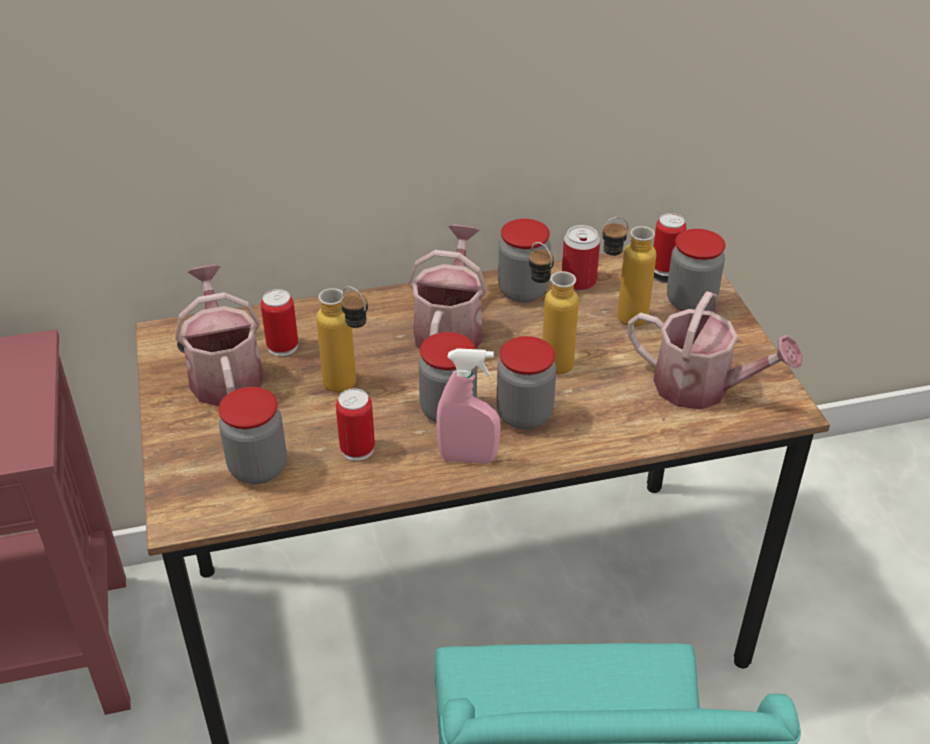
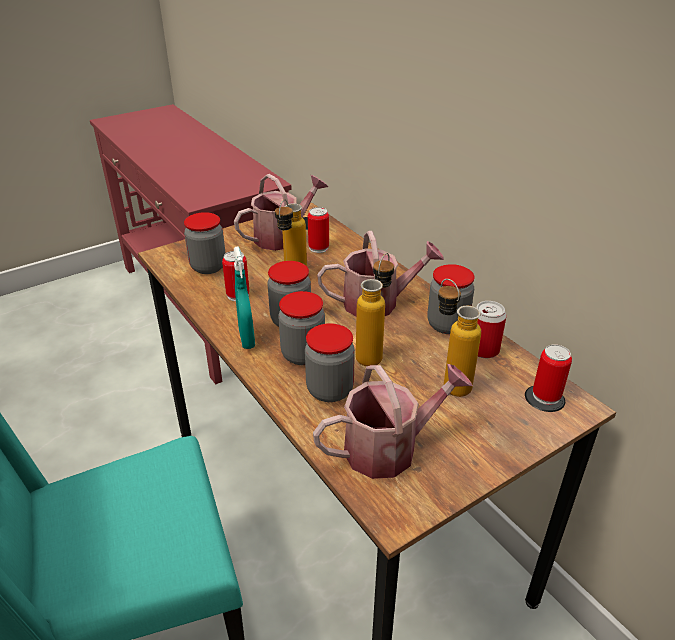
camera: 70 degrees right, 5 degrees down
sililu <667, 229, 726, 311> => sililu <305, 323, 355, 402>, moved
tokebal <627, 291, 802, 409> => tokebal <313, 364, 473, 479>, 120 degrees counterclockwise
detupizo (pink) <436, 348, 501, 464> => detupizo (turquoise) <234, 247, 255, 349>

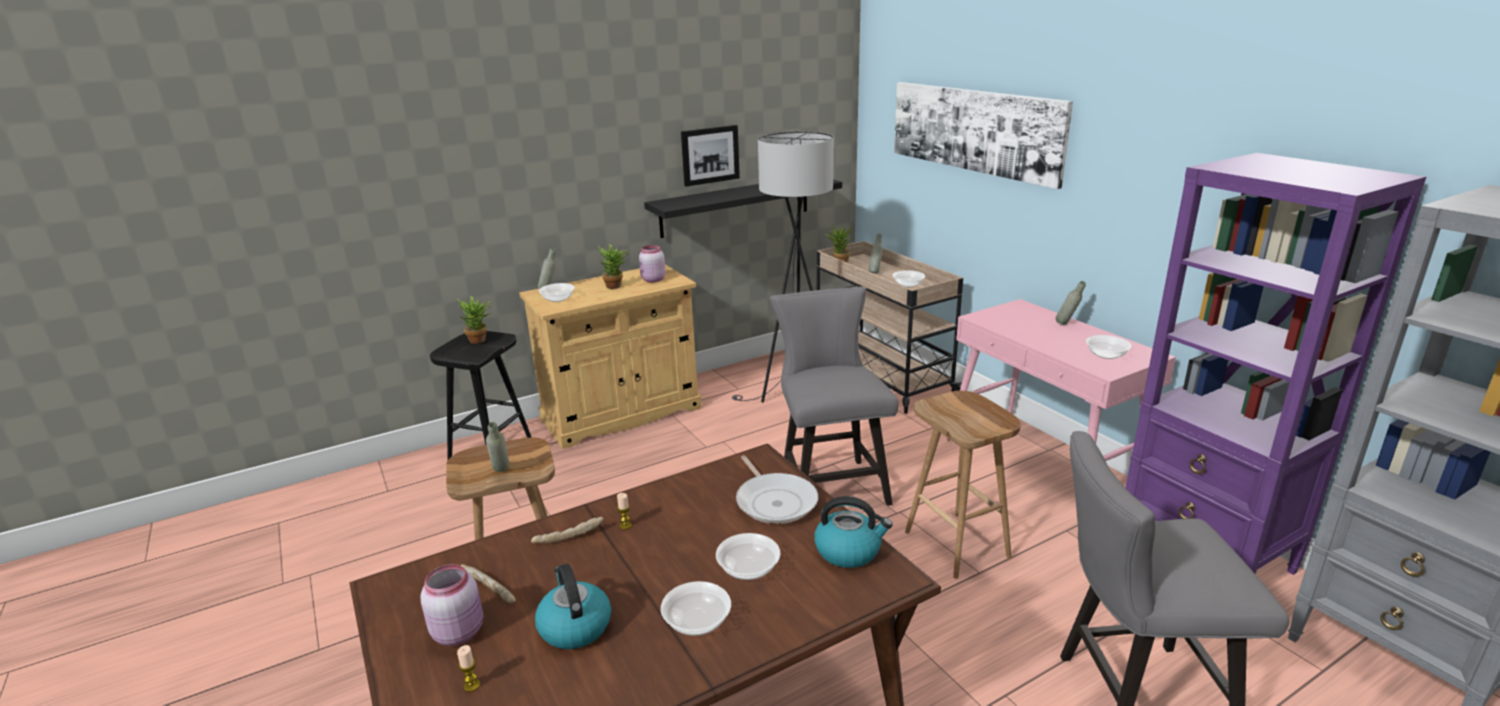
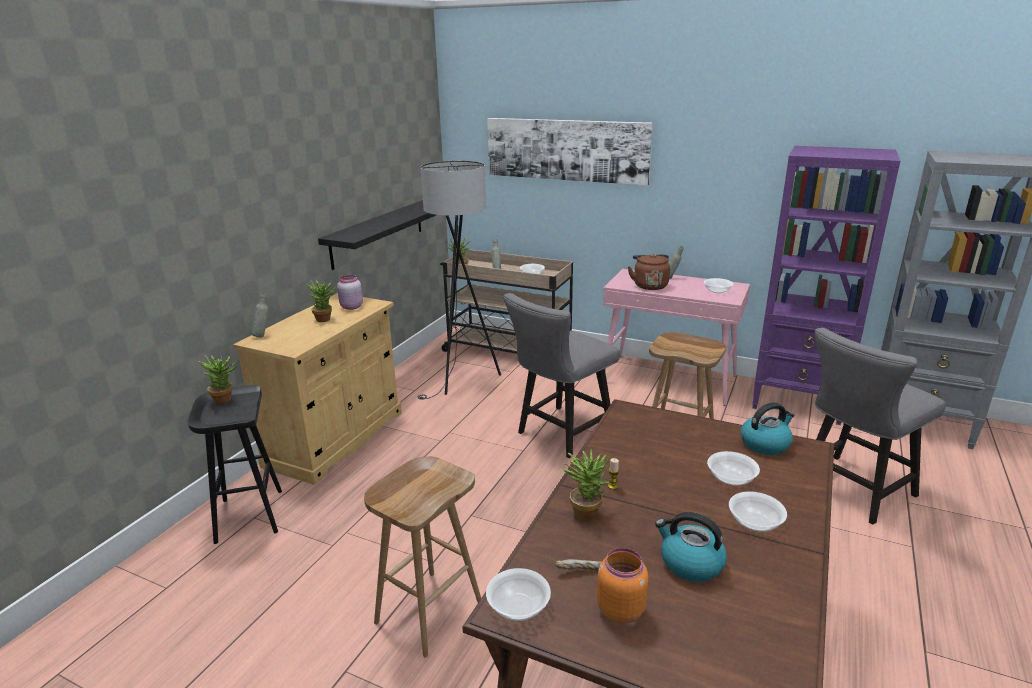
camera: 35 degrees left, 0 degrees up
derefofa <681, 125, 740, 187> => nothing
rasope <539, 283, 575, 302> => rasope <486, 568, 551, 621>, moved
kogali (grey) <770, 287, 899, 506> => kogali (grey) <503, 293, 620, 458>, 90 degrees counterclockwise
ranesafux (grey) <486, 422, 509, 472> => nothing
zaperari <736, 456, 818, 524> => nothing
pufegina <531, 517, 604, 544> => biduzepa <562, 449, 610, 521>
sililu (pink) <420, 564, 483, 646> => sililu (orange) <597, 548, 649, 624>
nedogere <457, 645, 480, 692> => nothing
nothing => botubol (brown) <628, 254, 670, 290>

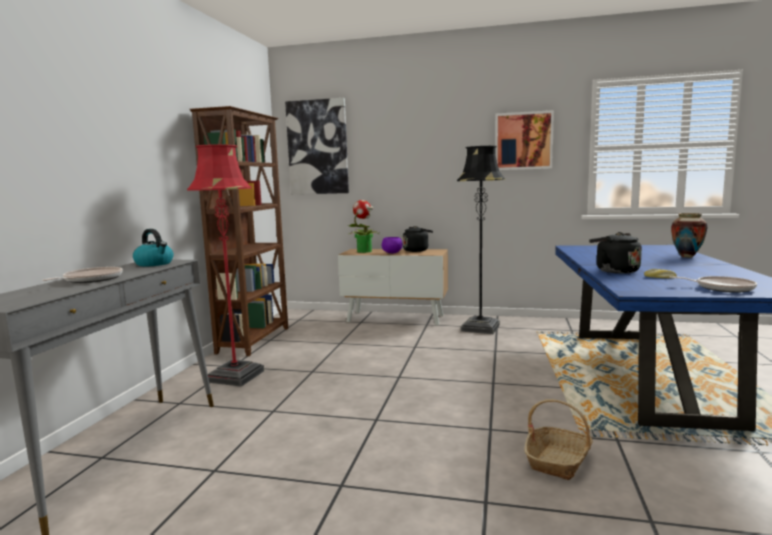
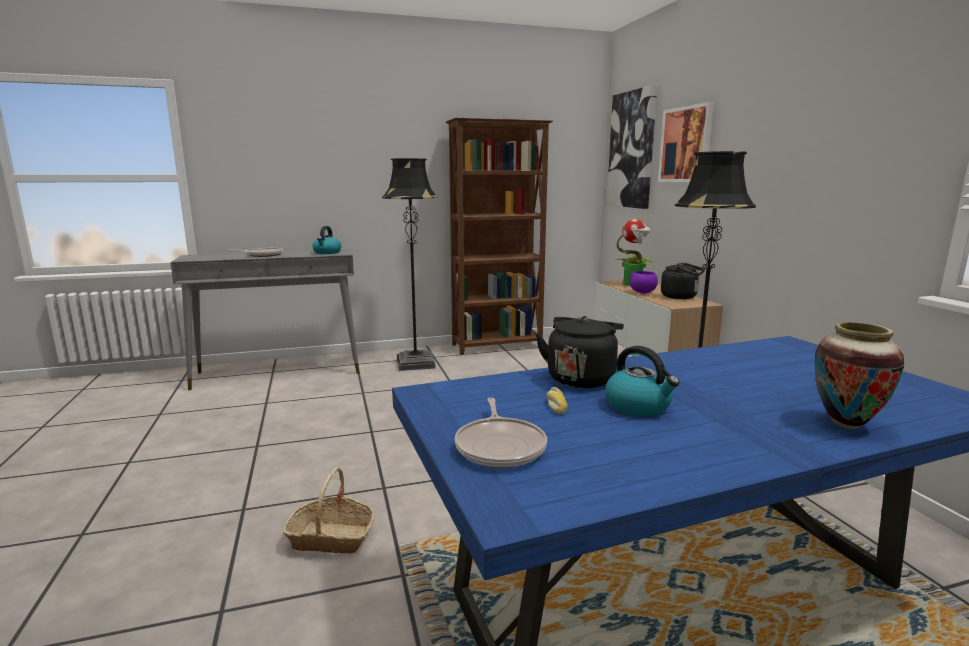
camera: 60 degrees right, 5 degrees up
derefofa <495, 110, 554, 170> => derefofa <658, 102, 714, 182>, moved
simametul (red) <187, 144, 264, 387> => simametul (black) <382, 158, 438, 371>
nothing => botubol <605, 346, 680, 416>

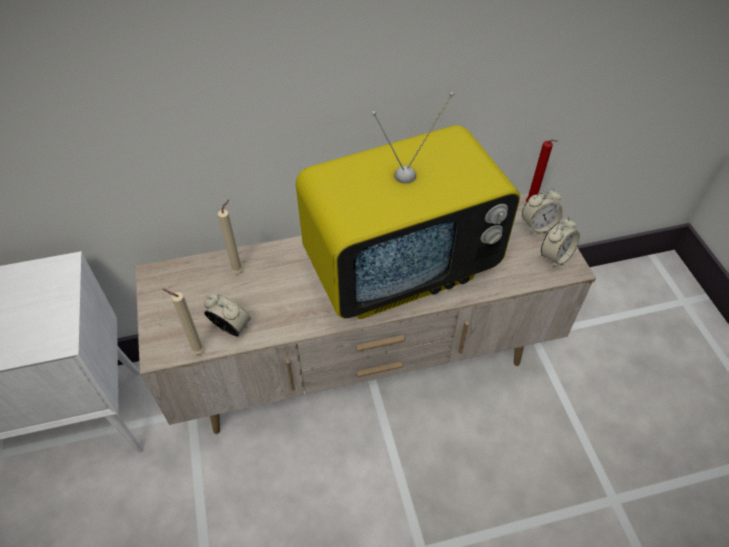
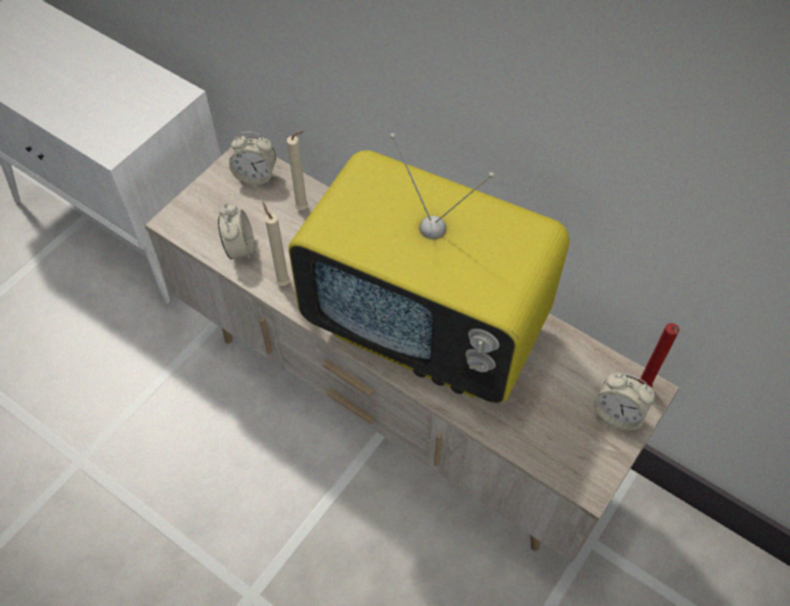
camera: 50 degrees right, 5 degrees up
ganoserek <541, 217, 580, 268> => ganoserek <229, 132, 276, 185>, moved
nedogere (beige) <162, 289, 204, 354> => nedogere (beige) <263, 202, 290, 286>, moved

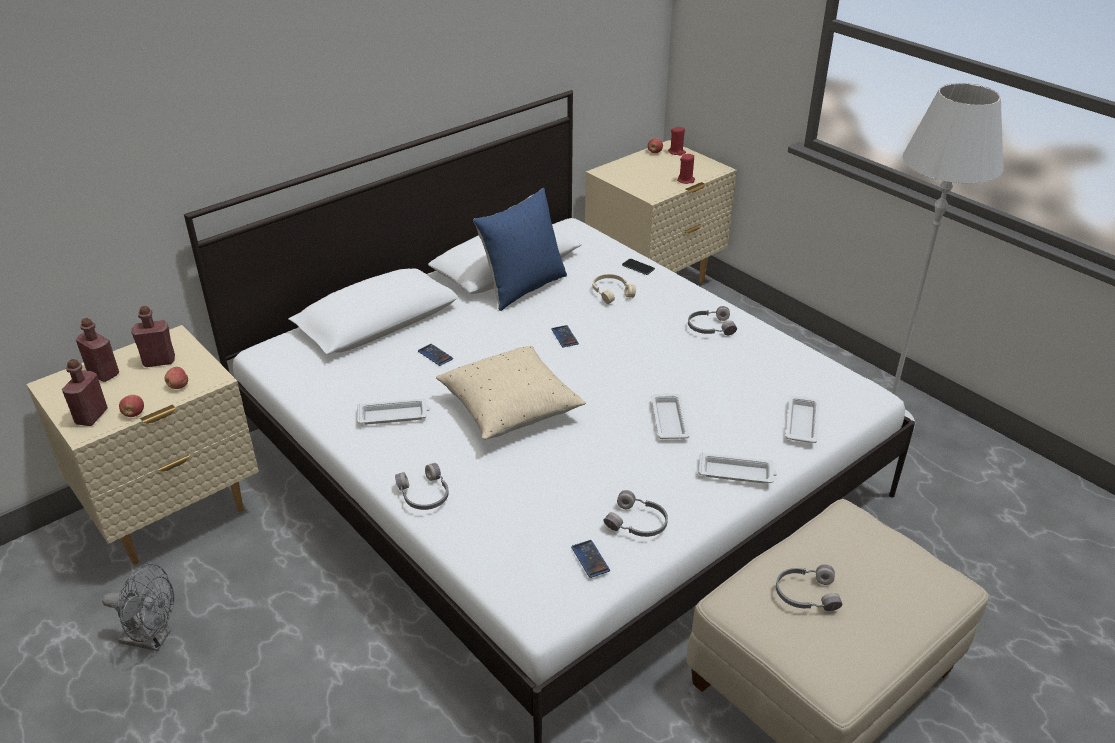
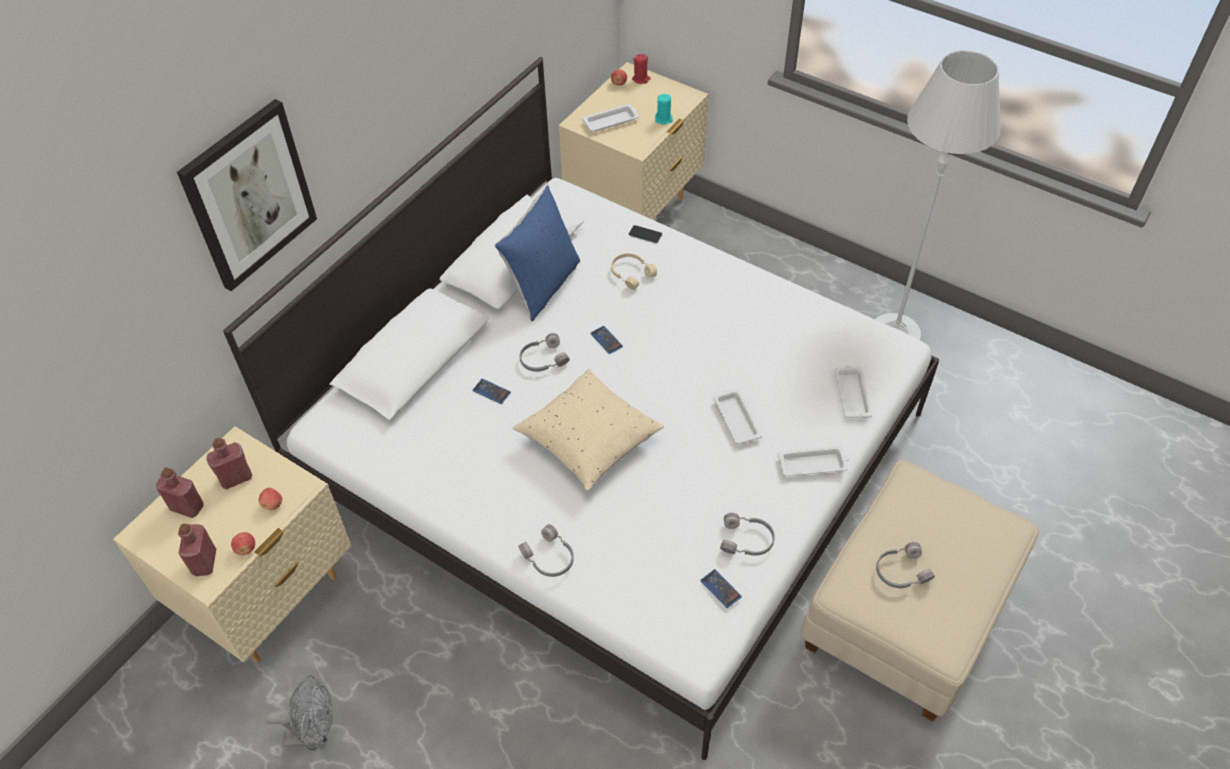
camera: 15 degrees left, 15 degrees up
nedogere (red) <677, 154, 695, 184> => nedogere (turquoise) <655, 94, 673, 125>
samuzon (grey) <688, 306, 737, 335> => samuzon (grey) <520, 333, 570, 372>, moved
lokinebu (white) <357, 399, 430, 424> => lokinebu (white) <582, 104, 639, 132>, moved
nothing => derefofa <177, 99, 317, 291>

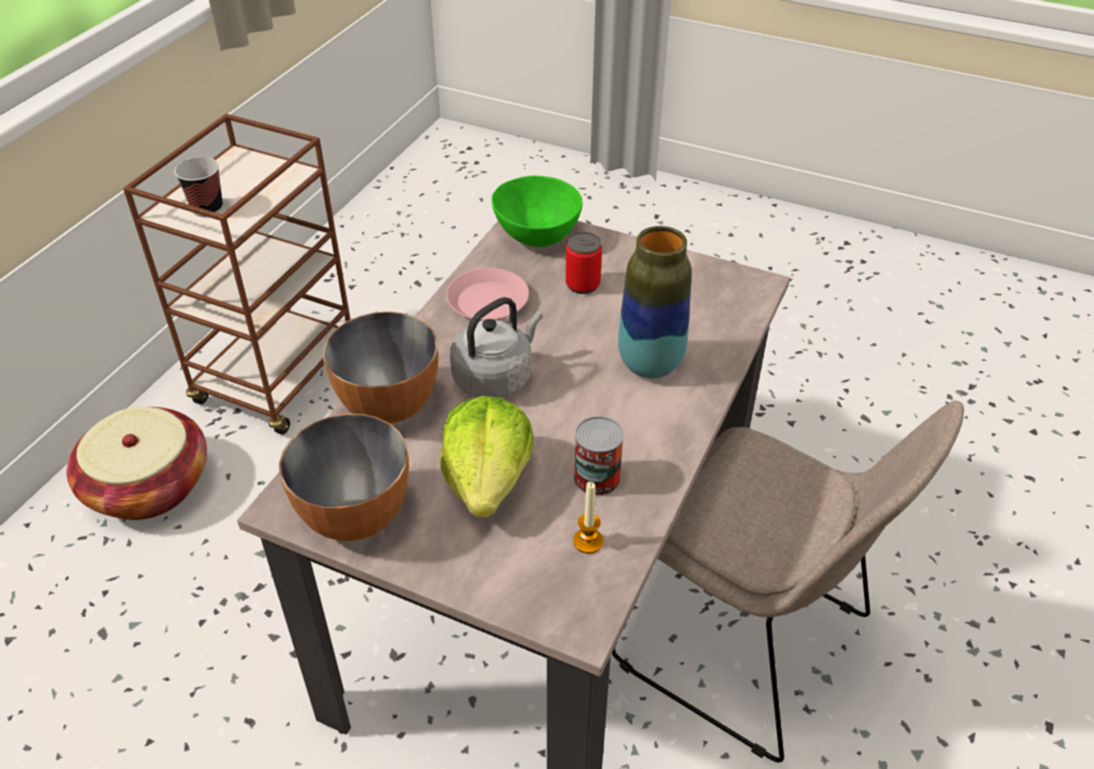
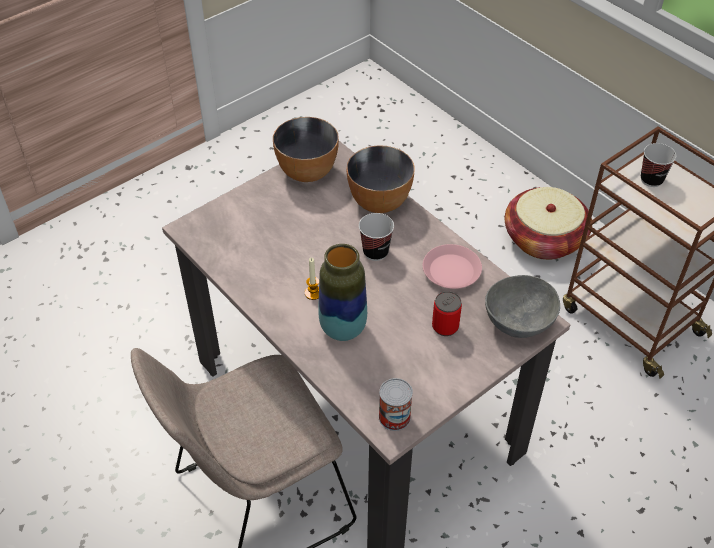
camera: 115 degrees right, 5 degrees up
rasope (green) <492, 175, 582, 247> => rasope (grey) <485, 275, 560, 338>
botubol (grey) <450, 297, 543, 398> => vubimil <359, 213, 394, 261>
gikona <441, 396, 533, 517> => nothing
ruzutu <574, 416, 624, 496> => ruzutu <379, 378, 413, 431>, moved
nedogere <573, 482, 603, 554> => nedogere <305, 258, 319, 300>, moved

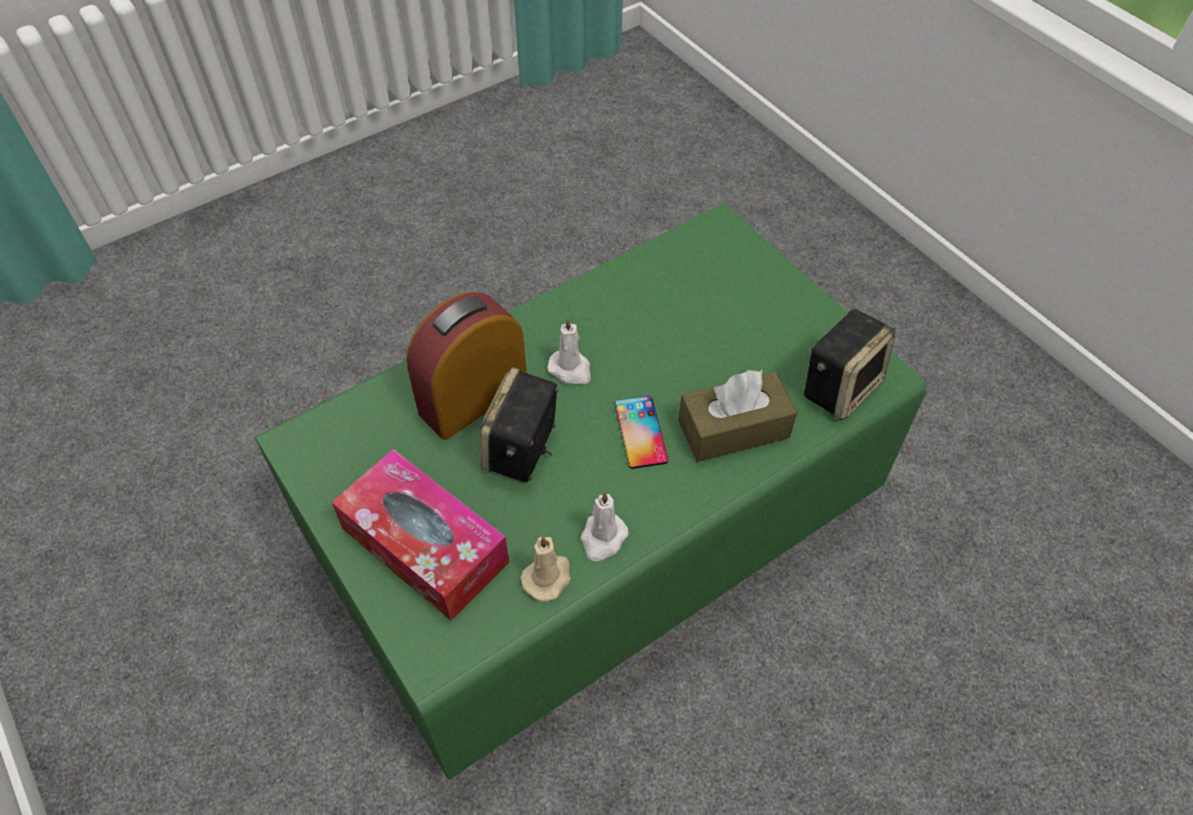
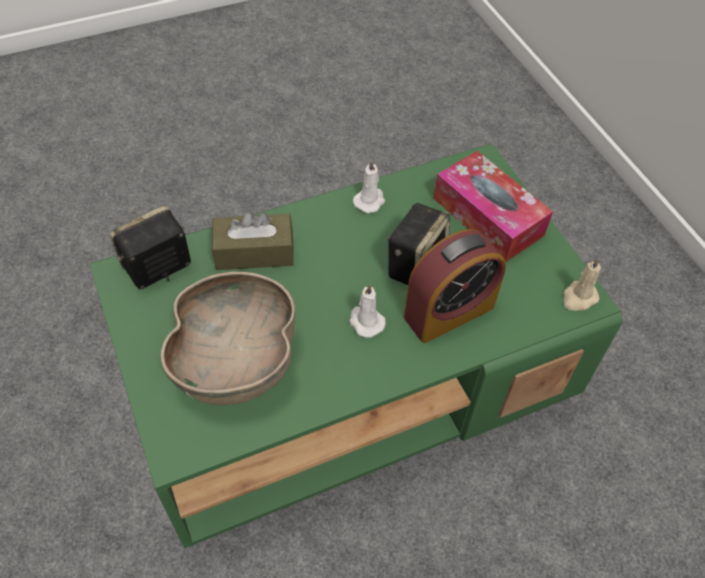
camera: 170 degrees left, 0 degrees up
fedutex <614, 396, 668, 469> => nothing
nedogere (beige) <521, 535, 571, 601> => nedogere (beige) <564, 258, 601, 310>, moved
nothing => rasope (brown) <160, 272, 295, 405>

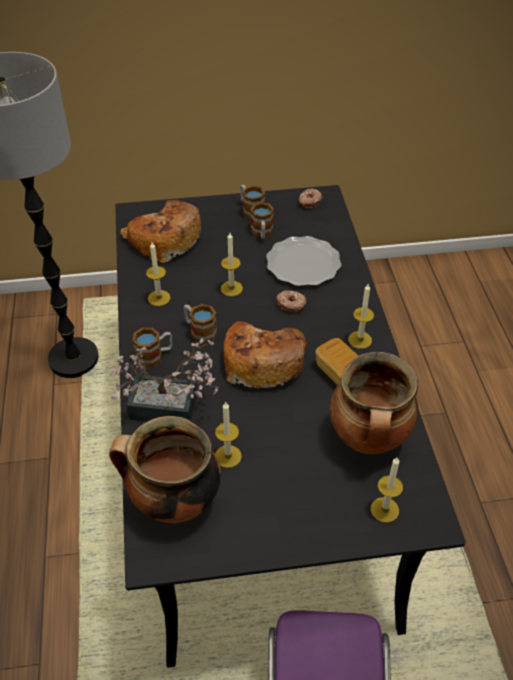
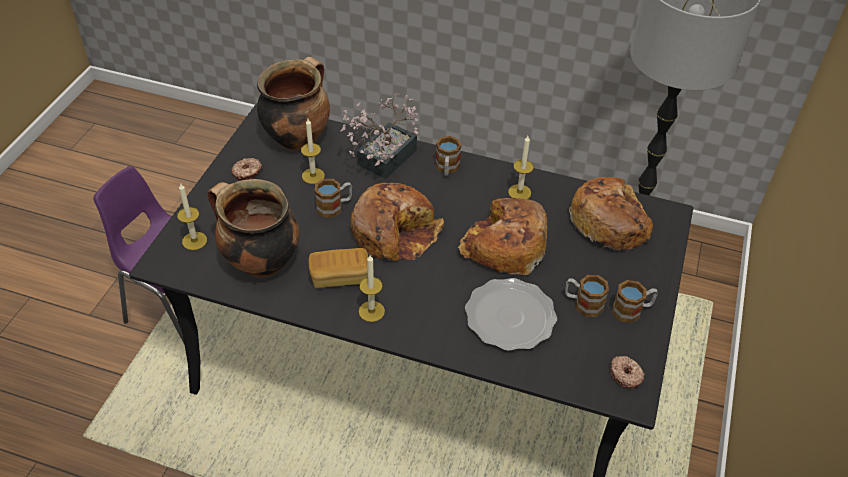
camera: 115 degrees right, 0 degrees up
nedogere <221, 233, 243, 296> => pufegina <458, 198, 548, 275>
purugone <276, 290, 306, 313> => purugone <231, 158, 262, 181>, moved
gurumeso <183, 304, 217, 344> => gurumeso <315, 179, 352, 218>, moved

